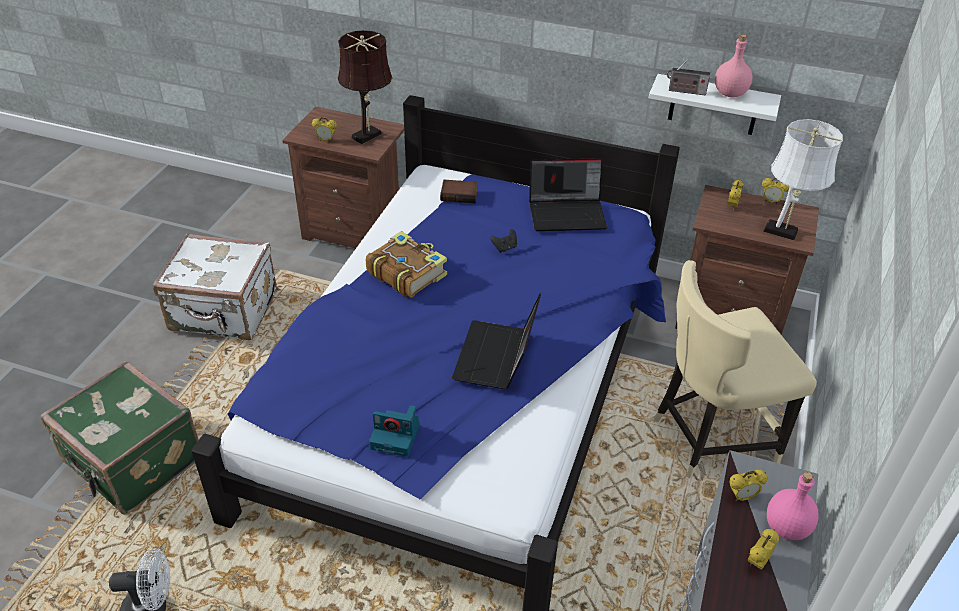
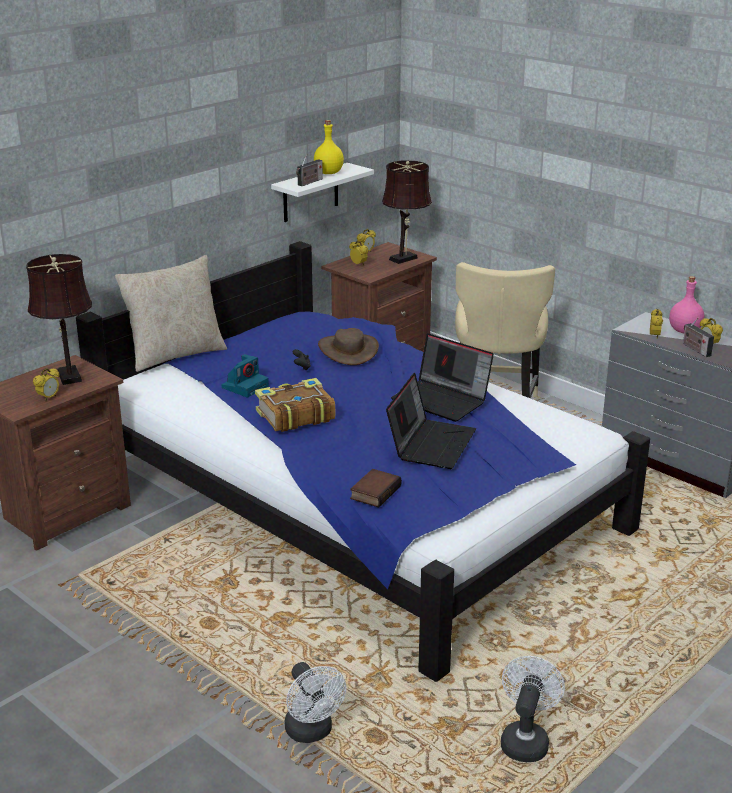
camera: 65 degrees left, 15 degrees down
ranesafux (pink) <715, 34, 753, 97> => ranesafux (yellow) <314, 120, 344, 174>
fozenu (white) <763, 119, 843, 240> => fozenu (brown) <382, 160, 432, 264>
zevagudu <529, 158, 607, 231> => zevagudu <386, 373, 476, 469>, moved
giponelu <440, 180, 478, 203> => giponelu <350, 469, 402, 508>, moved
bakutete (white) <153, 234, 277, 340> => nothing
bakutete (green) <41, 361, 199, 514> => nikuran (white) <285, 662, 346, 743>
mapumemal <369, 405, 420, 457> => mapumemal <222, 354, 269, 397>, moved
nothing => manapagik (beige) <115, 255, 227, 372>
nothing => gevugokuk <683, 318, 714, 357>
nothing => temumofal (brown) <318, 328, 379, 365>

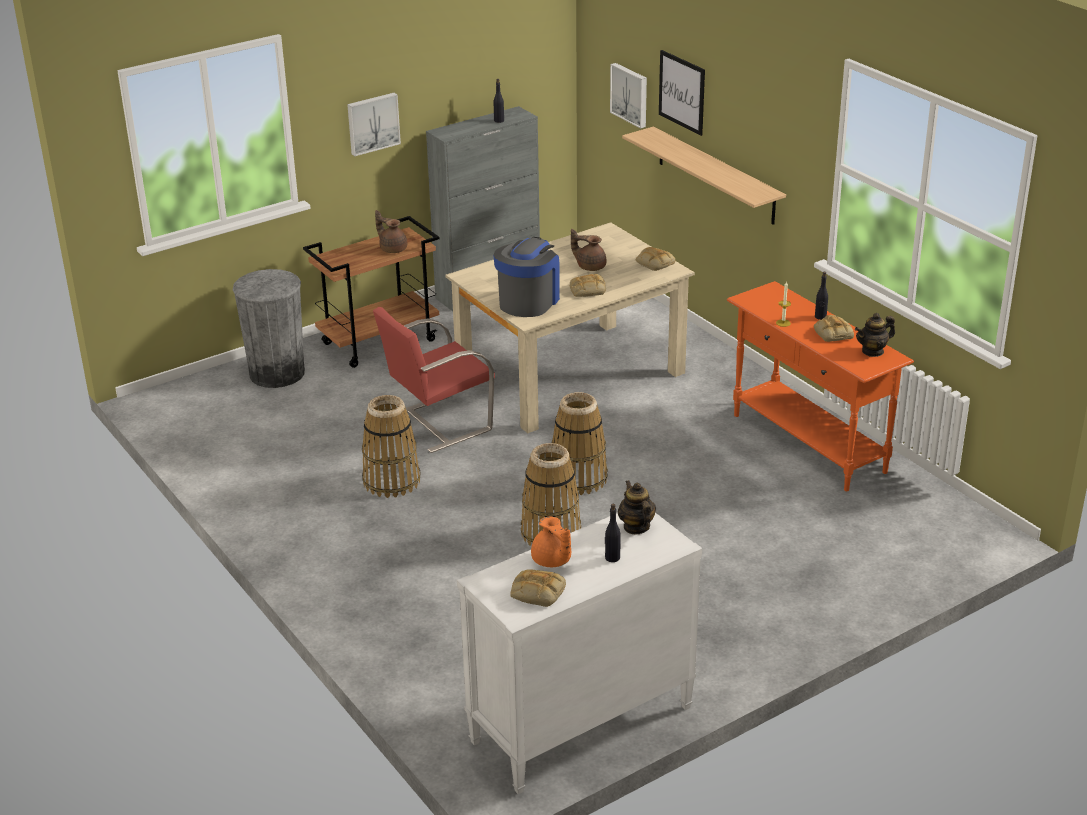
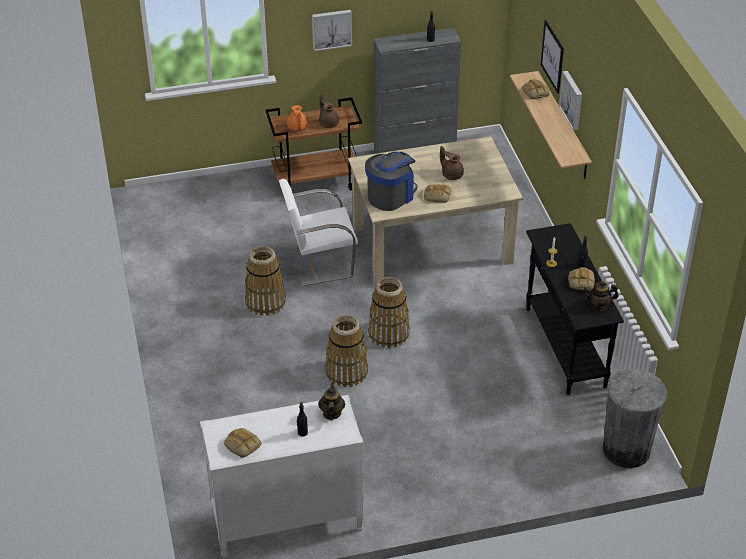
camera: 20 degrees right, 10 degrees up
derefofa <610, 63, 647, 128> => derefofa <559, 71, 582, 131>, moved
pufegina <636, 247, 676, 271> => pufegina <522, 79, 550, 99>, moved
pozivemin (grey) <233, 269, 305, 388> => pozivemin (grey) <603, 369, 667, 468>, moved
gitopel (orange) <727, 281, 914, 491> => gitopel (black) <526, 223, 624, 395>
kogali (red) <373, 307, 495, 453> => kogali (white) <279, 179, 358, 286>
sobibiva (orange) <531, 517, 571, 567> => sobibiva (orange) <287, 105, 307, 131>, moved

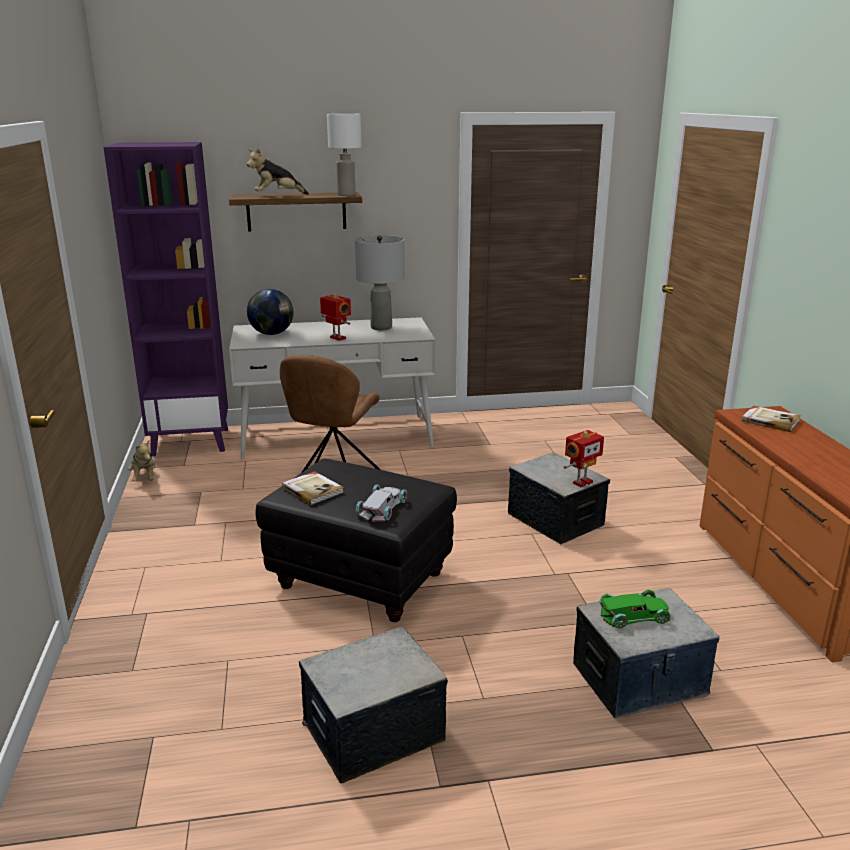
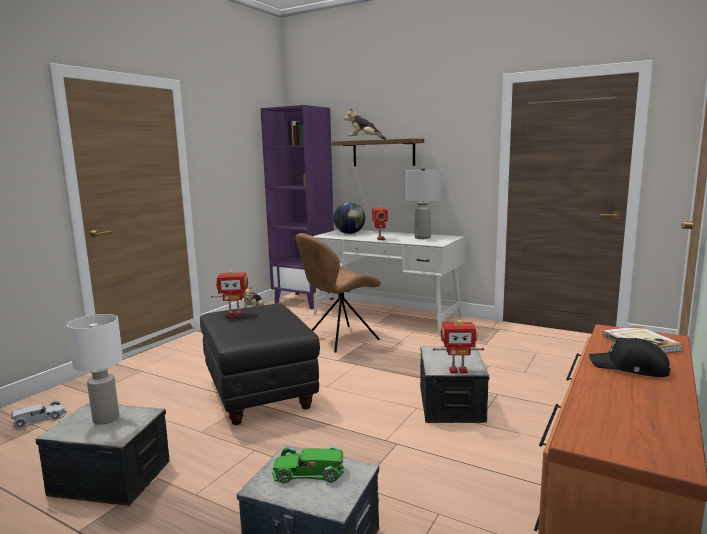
camera: 40 degrees right, 10 degrees down
fozenu (white) <327, 113, 362, 196> => fozenu (white) <67, 314, 123, 425>, moved
giponelu <282, 471, 344, 505> => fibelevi <211, 270, 255, 317>
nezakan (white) <356, 485, 407, 522> => nezakan (white) <11, 401, 67, 428>, moved
nezakan (green) <599, 590, 671, 629> => nezakan (green) <272, 446, 344, 484>, 150 degrees clockwise
nothing => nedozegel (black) <589, 338, 670, 377>

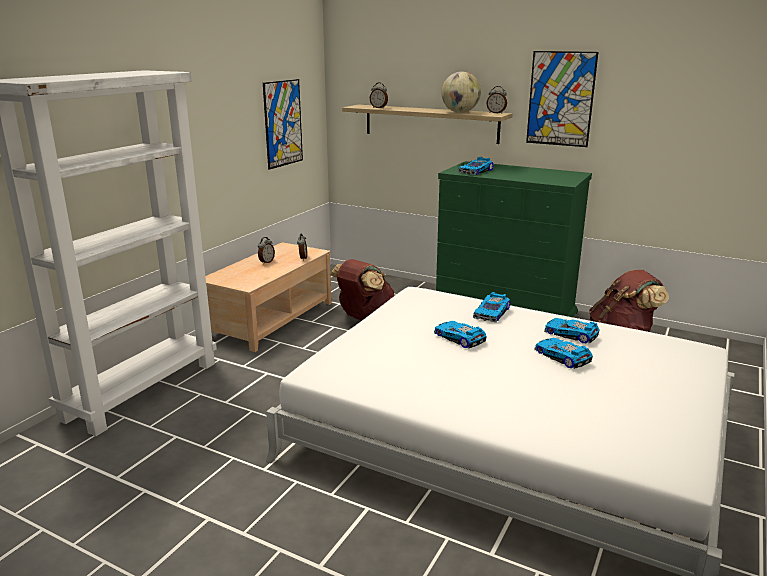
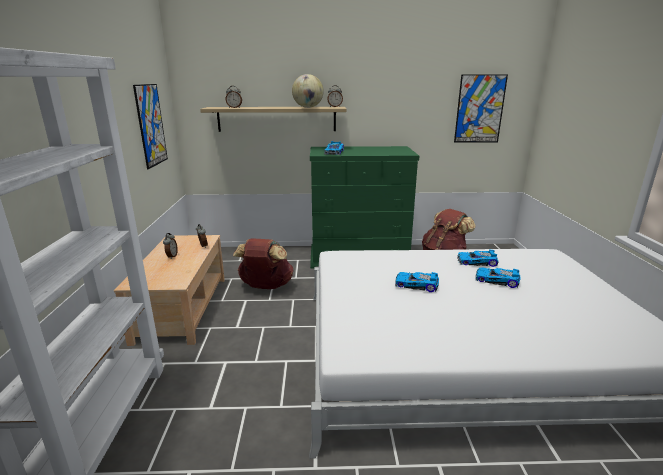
camera: 30 degrees left, 0 degrees up
derefofa <526, 51, 598, 147> => derefofa <454, 74, 508, 143>, moved
nezakan <473, 292, 510, 323> => nothing

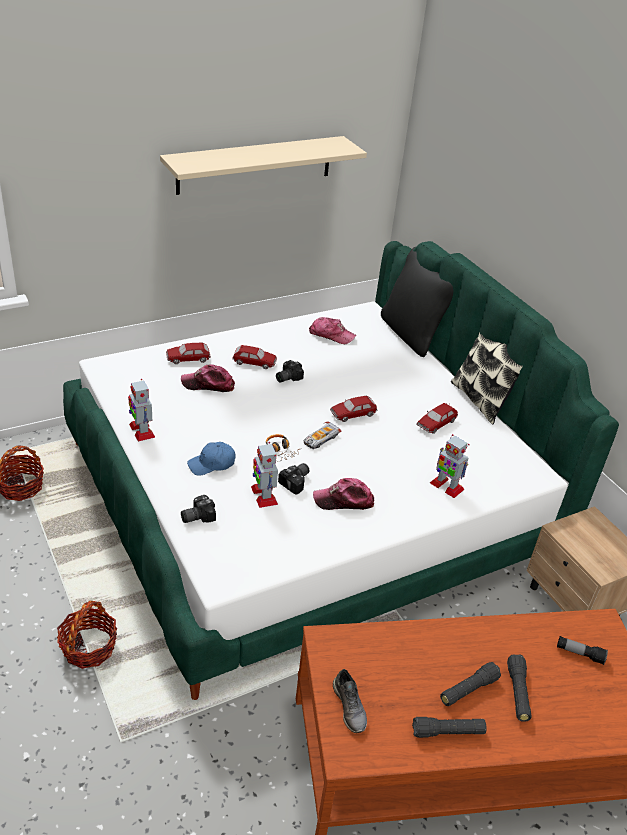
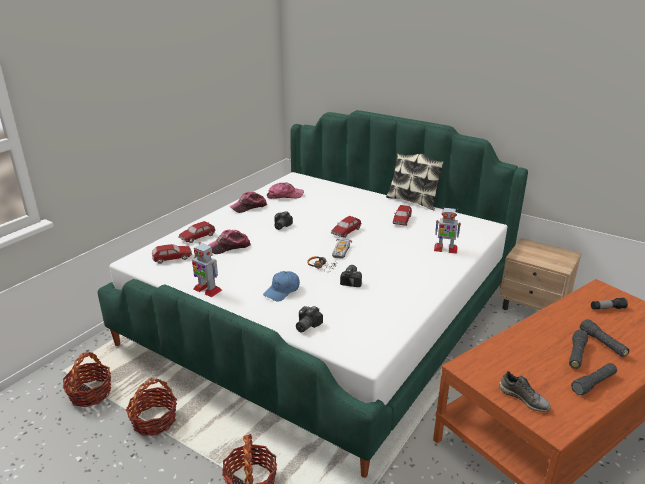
camera: 25 degrees left, 10 degrees down
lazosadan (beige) <160, 136, 367, 195> => nothing
manapagik (black) <381, 247, 453, 357> => nothing
nezakan <232, 345, 277, 369> => nezakan <152, 244, 192, 264>, moved
fibelevi <251, 442, 278, 508> => nothing
nedozegel <313, 478, 375, 510> => nedozegel <229, 192, 267, 213>, moved
nothing => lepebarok <126, 378, 177, 436>

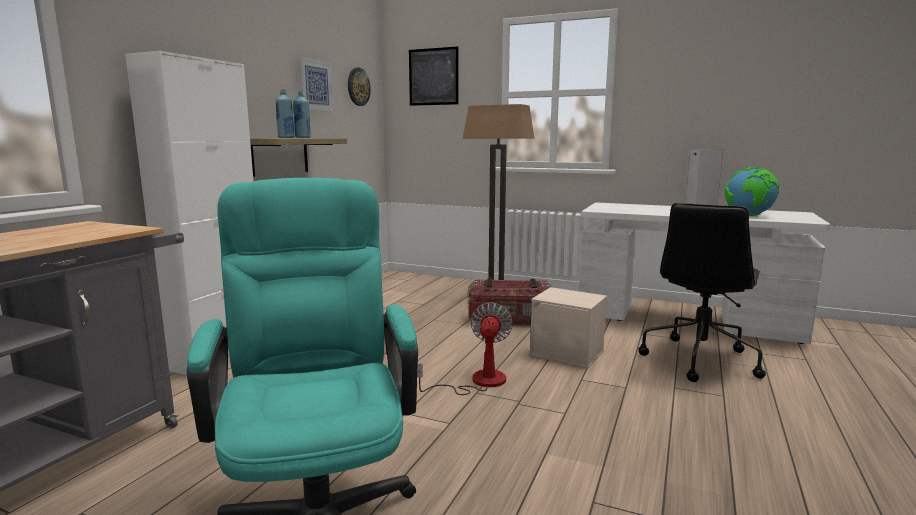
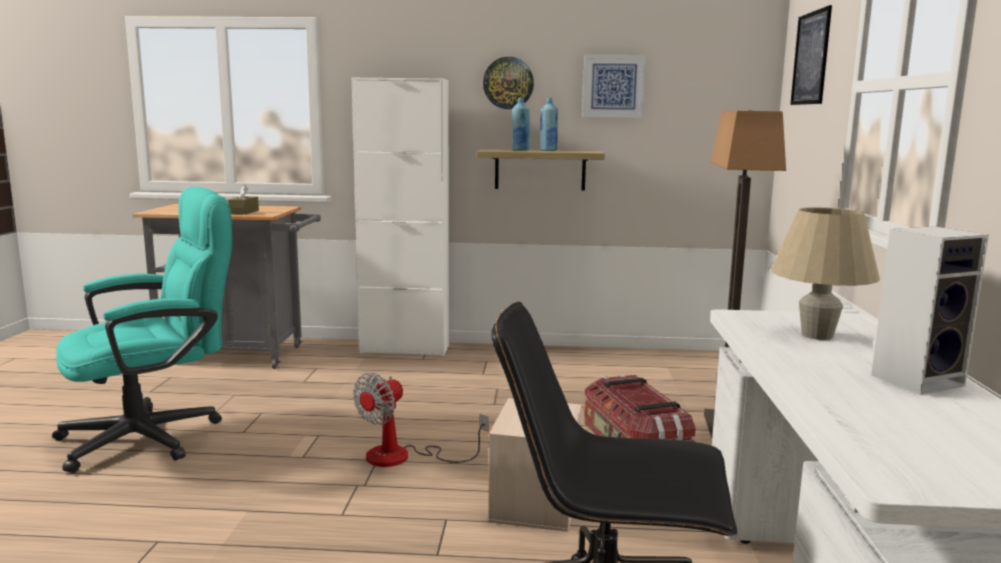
camera: 70 degrees right, 0 degrees up
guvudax <348, 68, 371, 106> => guvudax <483, 57, 534, 109>, moved
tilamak <725, 167, 779, 216> => nothing
nikuran <417, 302, 513, 395> => nikuran <353, 373, 489, 467>, 135 degrees clockwise
nothing => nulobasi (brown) <228, 184, 259, 215>
nothing => fozenu (beige) <771, 207, 880, 340>

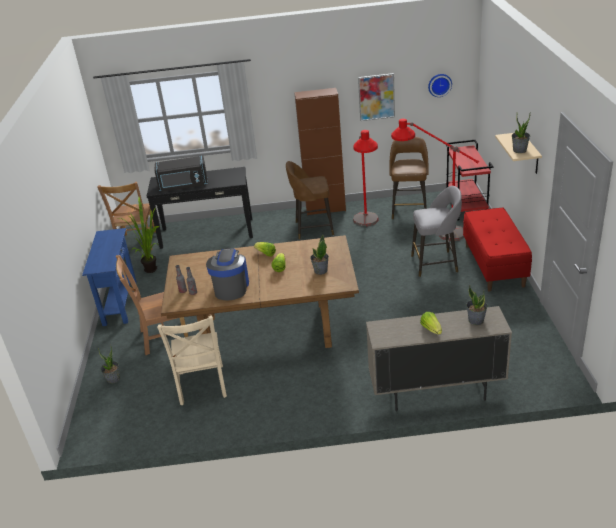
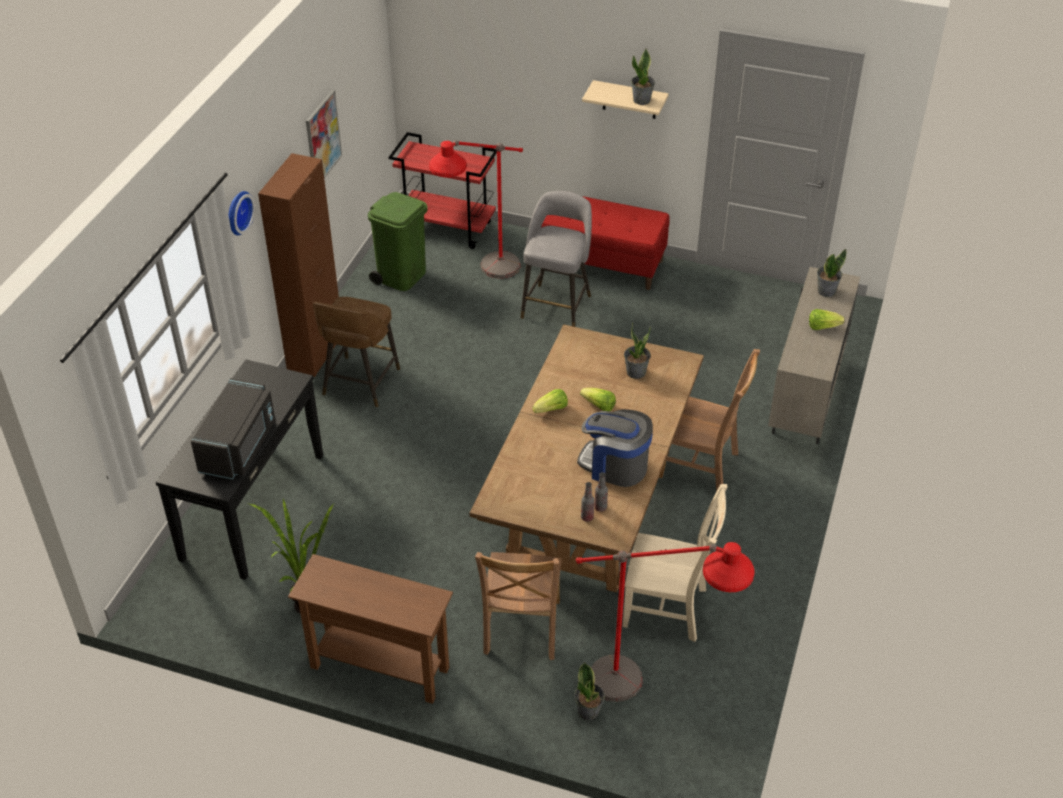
camera: 70 degrees left, 10 degrees up
guvudax <428, 74, 452, 97> => guvudax <228, 191, 255, 236>, moved
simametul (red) <353, 130, 379, 226> => simametul (red) <576, 542, 754, 702>, moved
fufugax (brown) <389, 136, 429, 219> => pozivemin (green) <368, 192, 428, 291>
kogali (brown) <97, 182, 156, 250> => kogali (brown) <659, 349, 760, 492>, moved
gitopel (blue) <82, 228, 137, 326> => gitopel (brown) <288, 554, 453, 704>

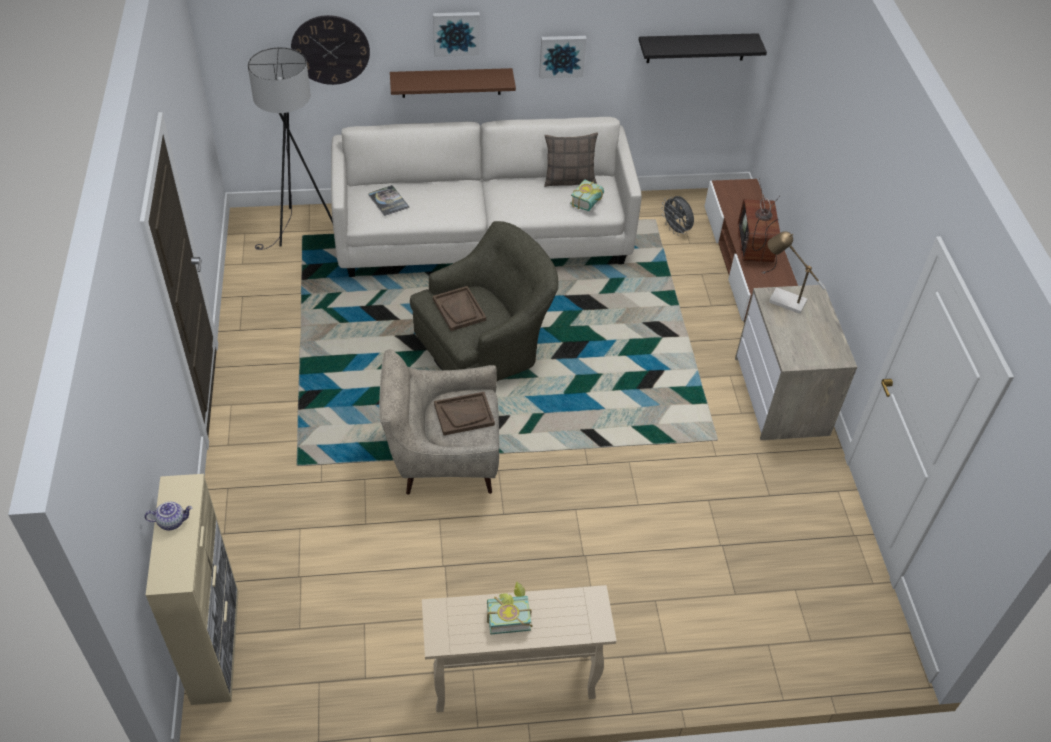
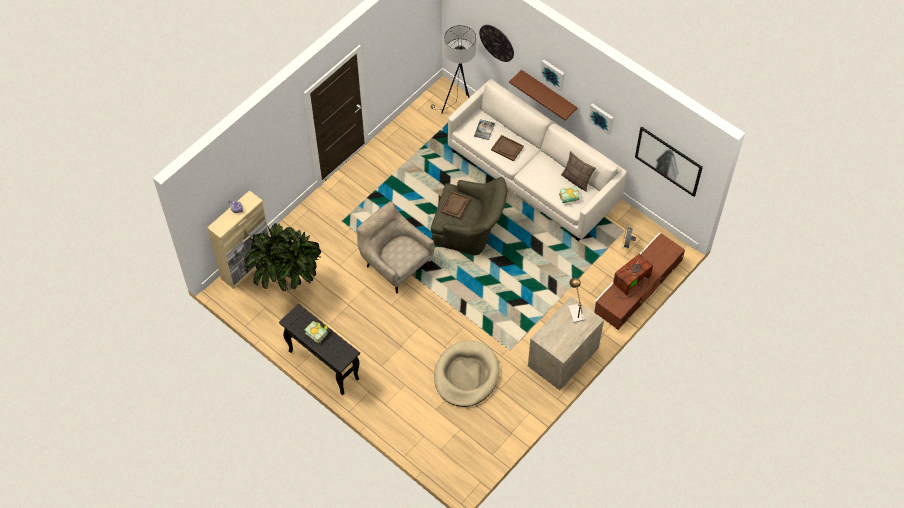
camera: 50 degrees right, 10 degrees up
lazosadan (black) <639, 33, 767, 63> => derefofa <635, 126, 703, 197>
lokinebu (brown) <434, 392, 495, 435> => lokinebu (brown) <491, 135, 524, 161>, moved
gitopel (beige) <422, 585, 617, 713> => gitopel (black) <279, 304, 360, 395>
nothing => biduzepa <244, 223, 321, 291>
nothing => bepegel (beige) <434, 341, 500, 407>

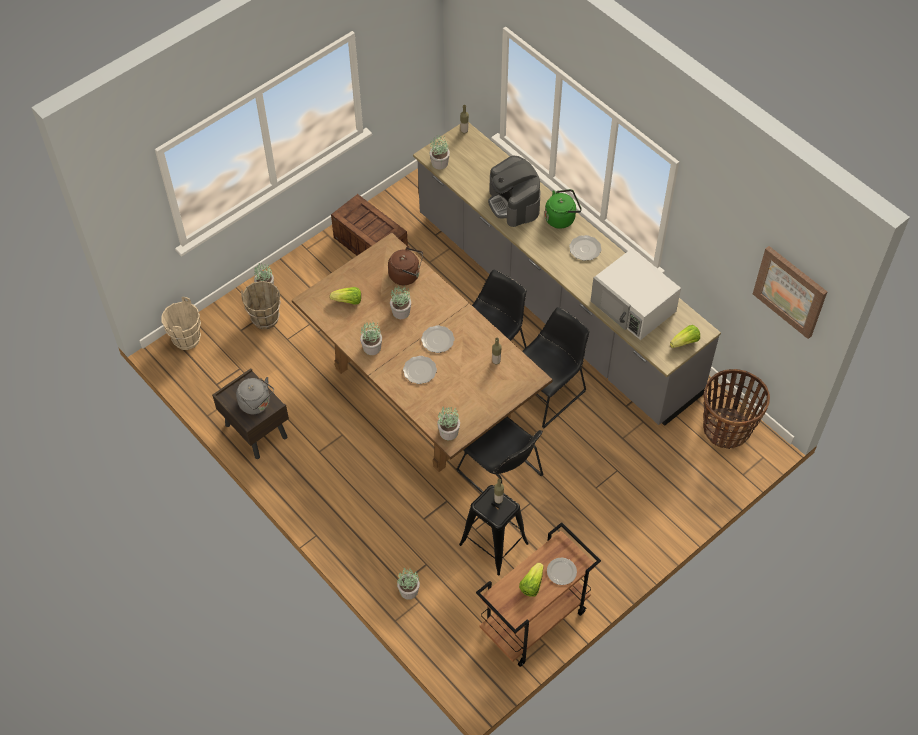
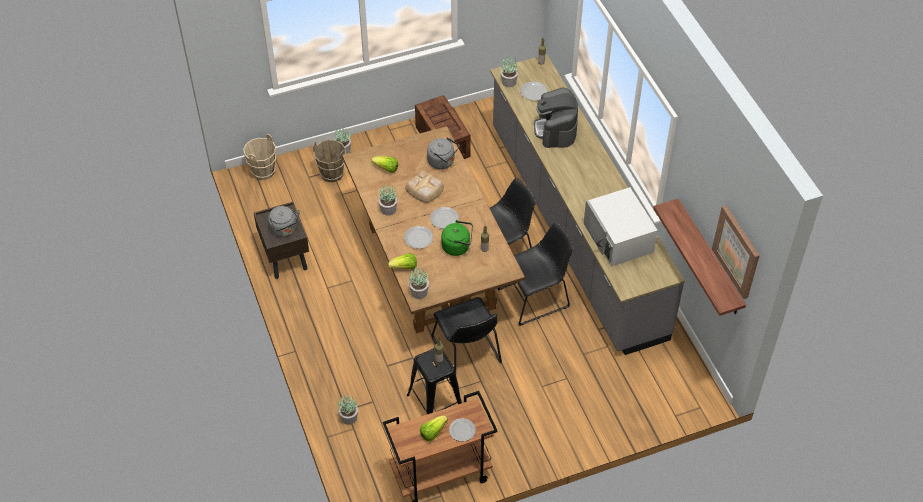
camera: 20 degrees right, 5 degrees down
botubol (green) <545, 189, 582, 229> => botubol (green) <441, 220, 473, 256>, moved
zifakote <569, 235, 602, 261> => zifakote <520, 81, 548, 101>, moved
botubol (brown) <388, 246, 423, 285> => botubol (grey) <427, 137, 460, 170>
biduzepa <390, 286, 411, 319> => pufegina <405, 170, 444, 203>
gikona <670, 325, 700, 348> => gikona <388, 253, 417, 269>, moved
lepebarok <703, 369, 770, 449> => nothing
nothing => lazosadan <653, 198, 746, 316>

